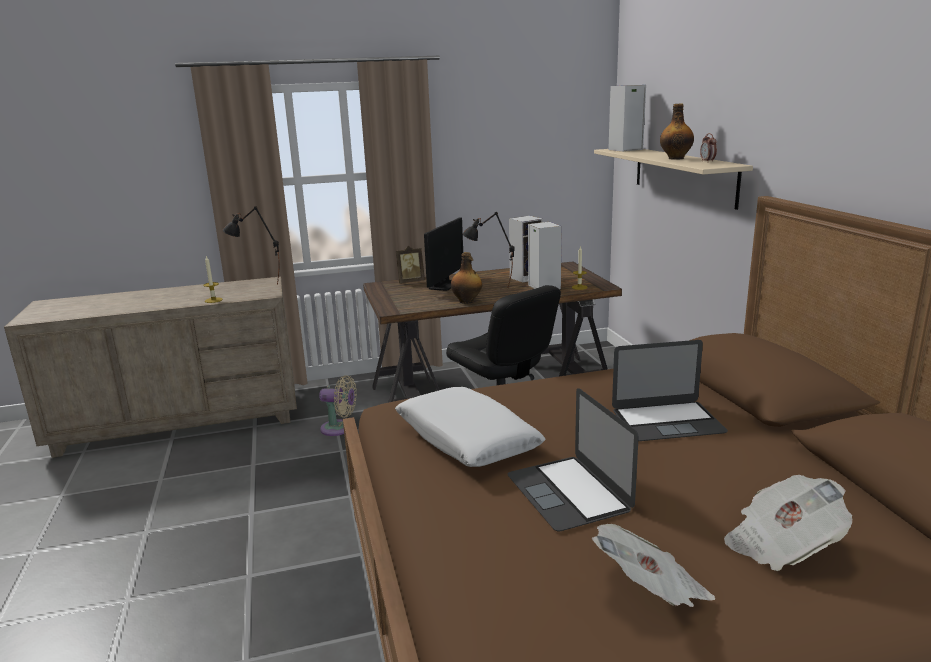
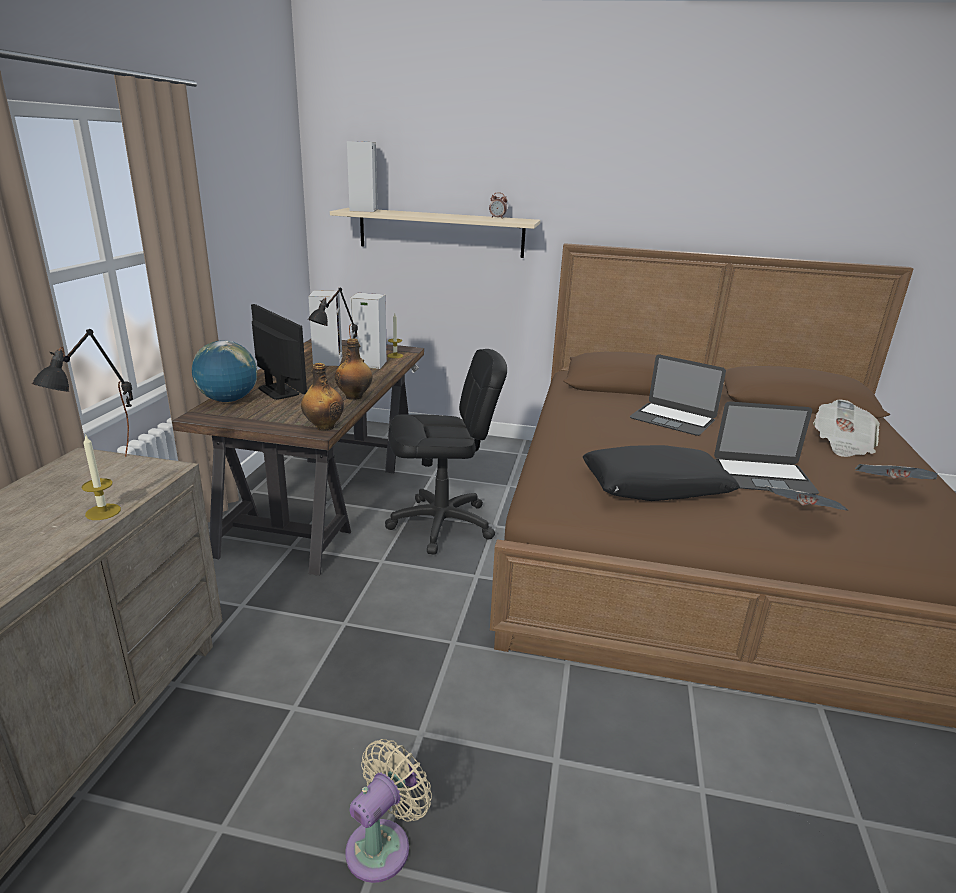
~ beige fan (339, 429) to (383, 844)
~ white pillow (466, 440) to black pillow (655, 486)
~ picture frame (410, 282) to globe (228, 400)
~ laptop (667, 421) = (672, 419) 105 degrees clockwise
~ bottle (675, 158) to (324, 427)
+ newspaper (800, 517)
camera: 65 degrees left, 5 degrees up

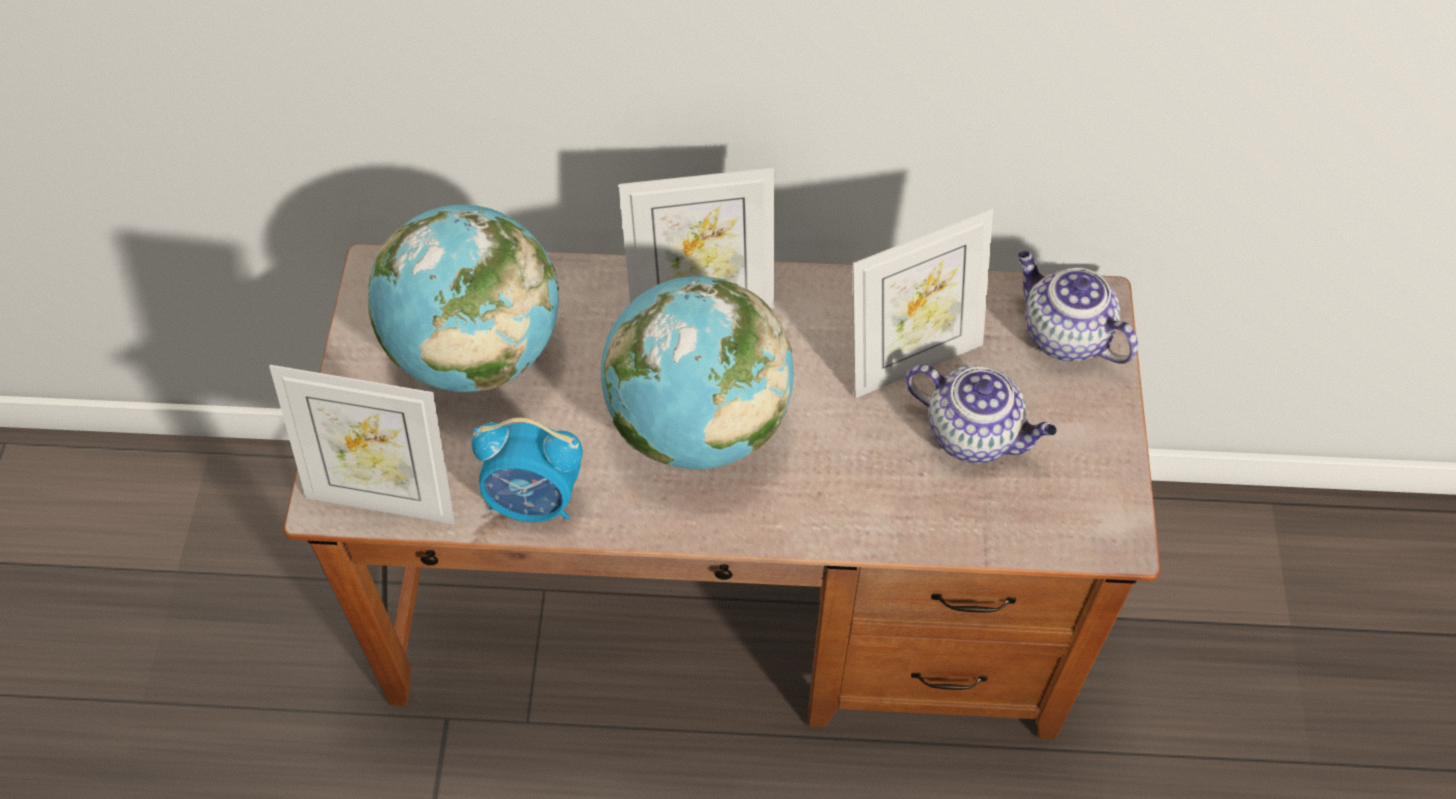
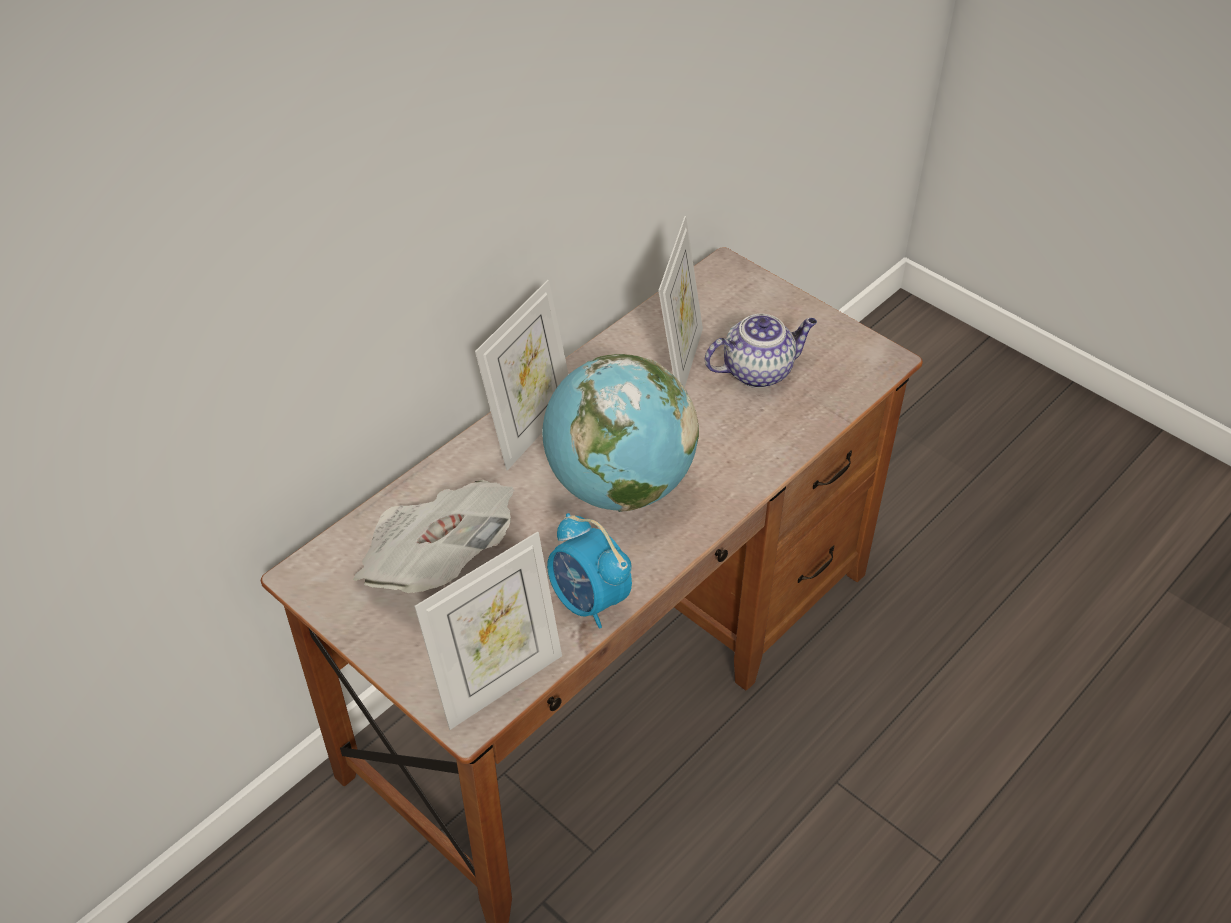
~ globe (476, 351) to newspaper (436, 562)
~ alarm clock (535, 500) = (589, 601) 90 degrees clockwise
- teapot (1063, 335)
camera: 50 degrees left, 10 degrees down

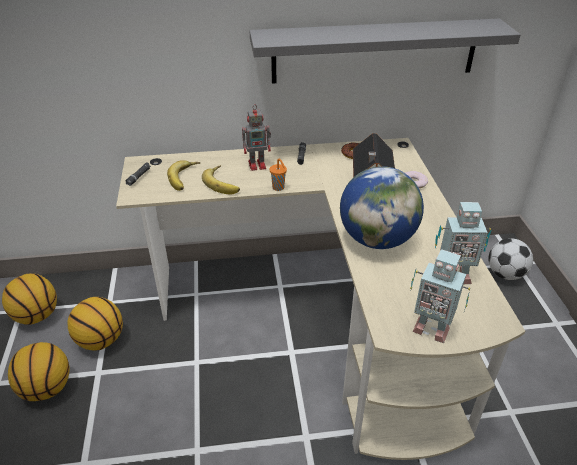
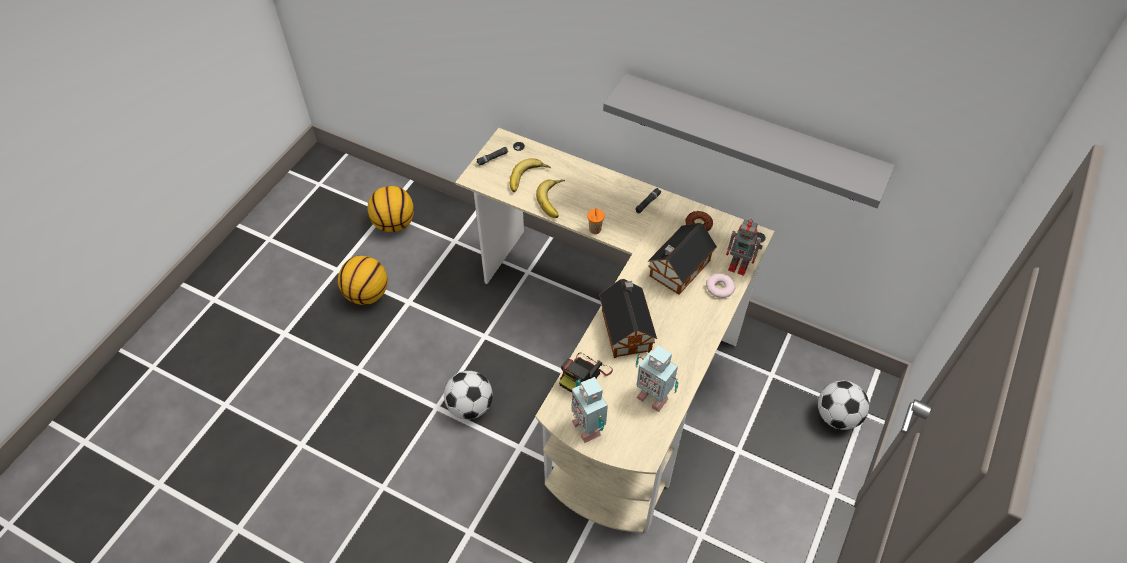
- basketball (101, 340)
~ toy robot (258, 165) to (740, 266)
~ globe (376, 239) to toy house (626, 328)
+ football (470, 406)
+ photo camera (584, 375)
camera: 35 degrees right, 15 degrees up

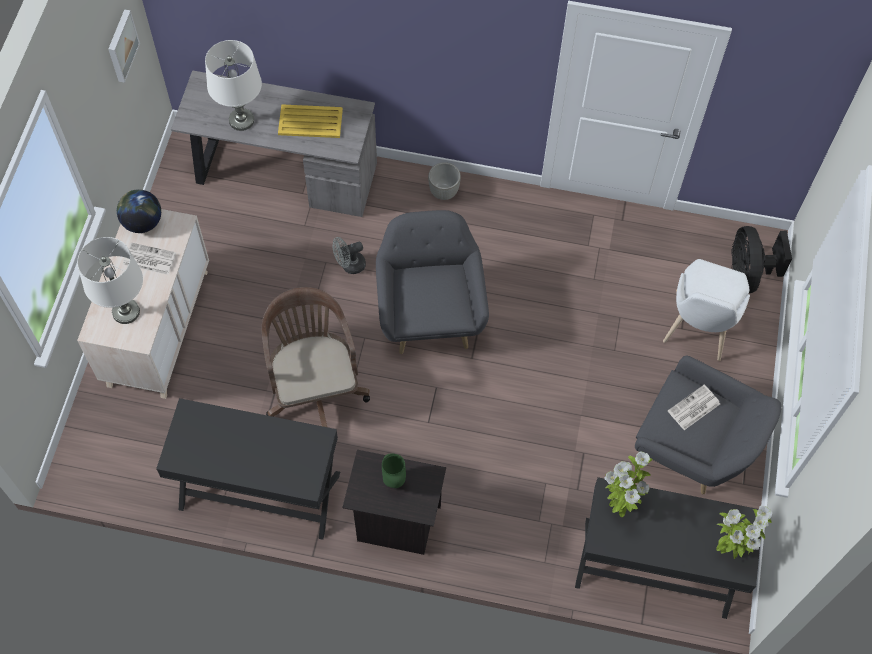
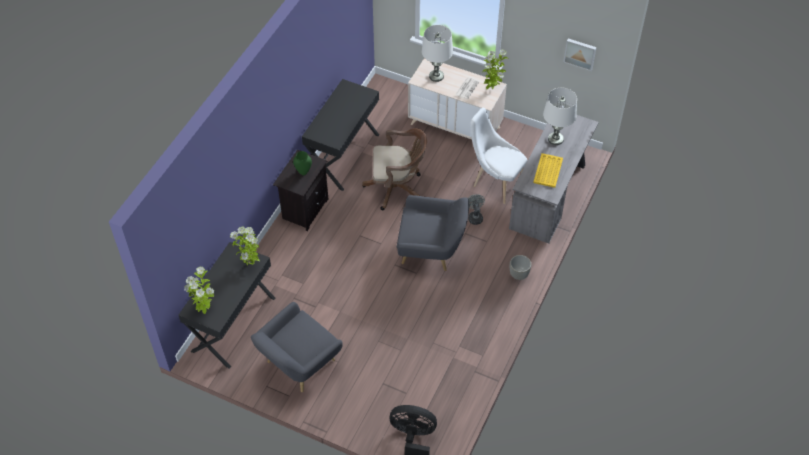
~ globe (142, 222) to potted plant (492, 88)
~ white chair (697, 330) to (495, 181)
- newspaper (693, 408)
camera: 105 degrees right, 10 degrees down

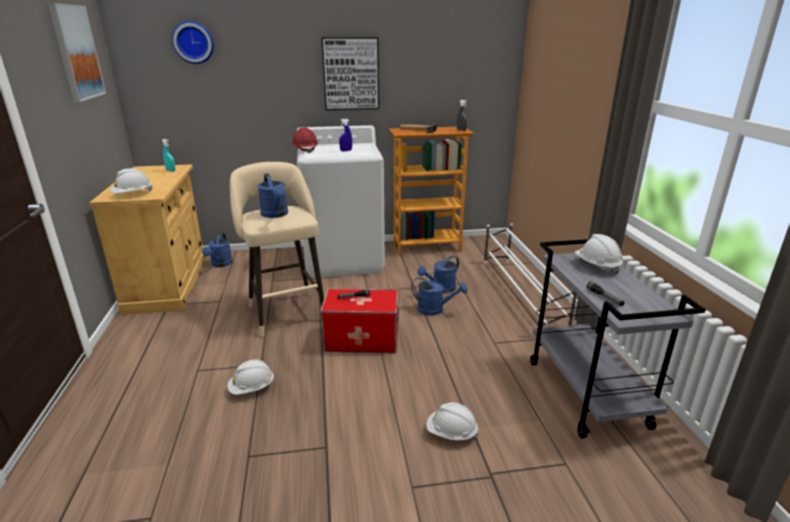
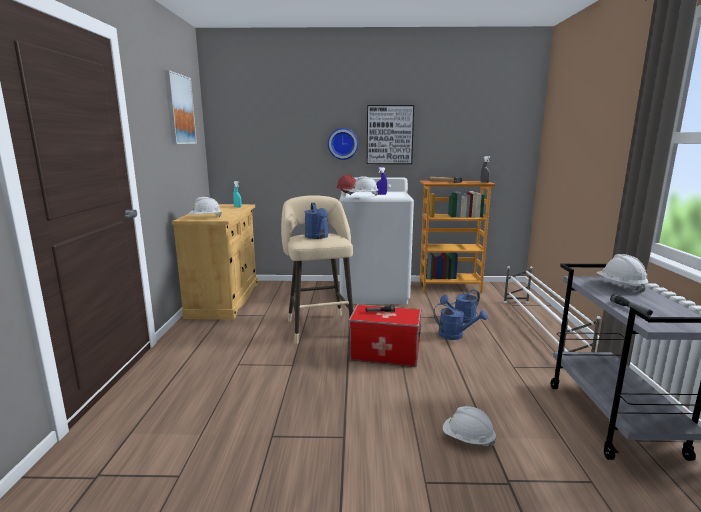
~ wall clock (194, 42) to (343, 144)
- blue watering can (220, 264)
~ white hard hat (252, 388) to (364, 196)
camera: 10 degrees right, 10 degrees down

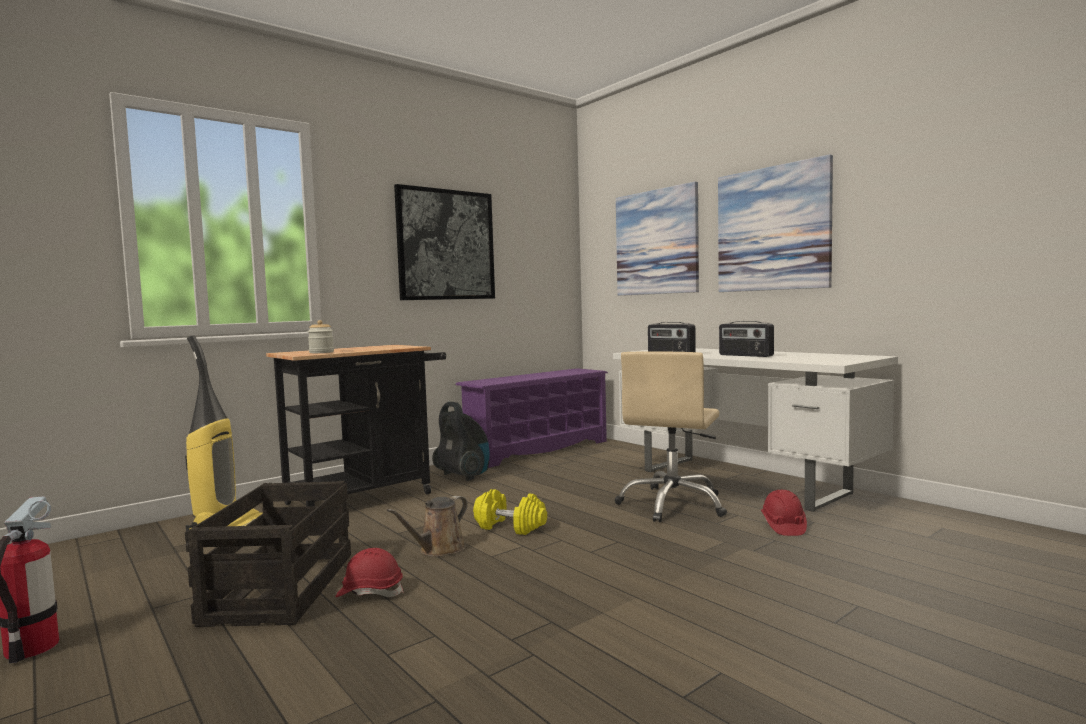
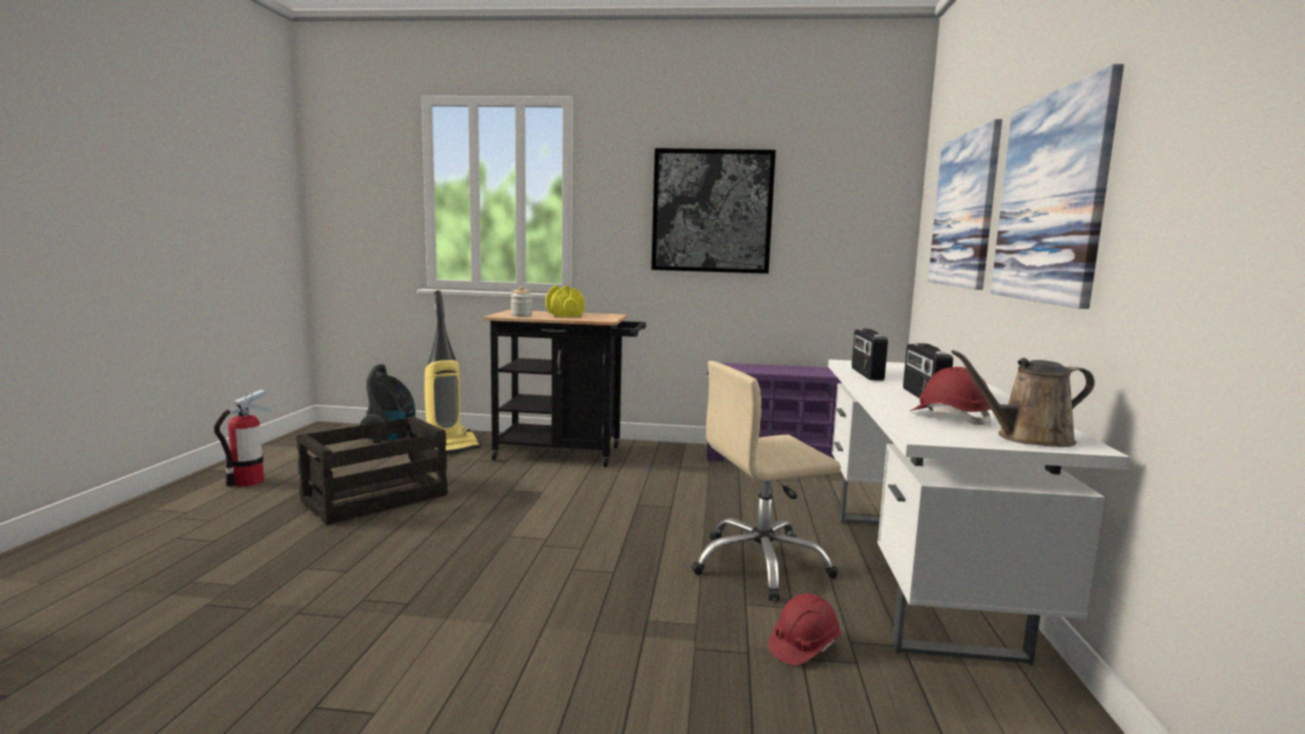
~ red hard hat (370, 592) to (950, 418)
~ brown watering can (438, 550) to (1028, 438)
~ vacuum cleaner (463, 475) to (391, 438)
~ yellow dumbbell (510, 526) to (564, 314)
camera: 45 degrees right, 5 degrees up

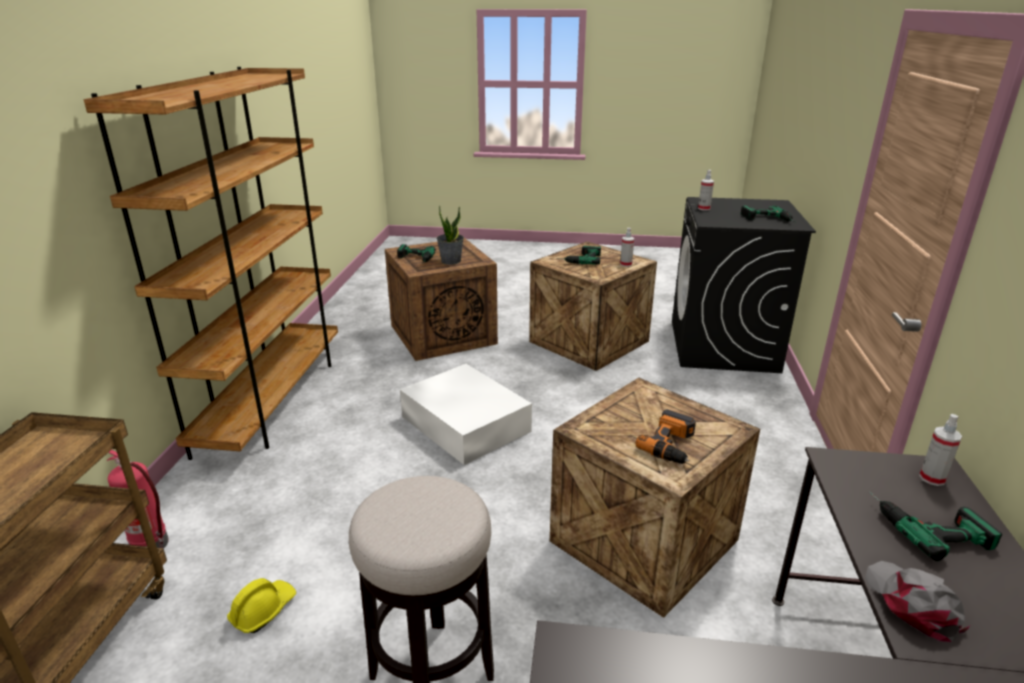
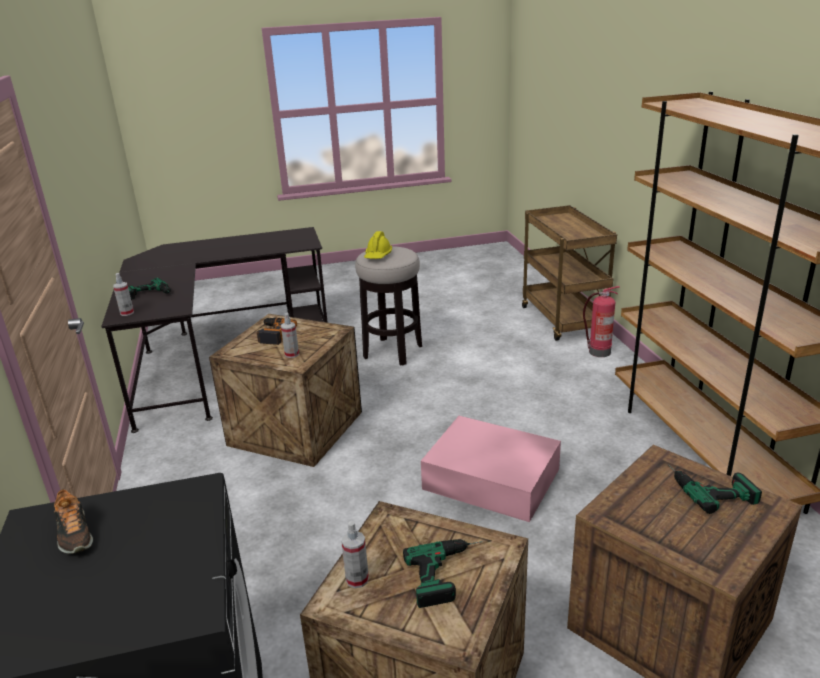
~ yellow hard hat (263, 610) to (378, 255)
~ white storage box (465, 423) to pink storage box (492, 480)
- potted plant (451, 261)
~ spray bottle (704, 208) to (292, 354)
~ power drill (769, 220) to shoe (74, 534)
- grey cap (913, 603)
camera: 160 degrees right, 0 degrees up

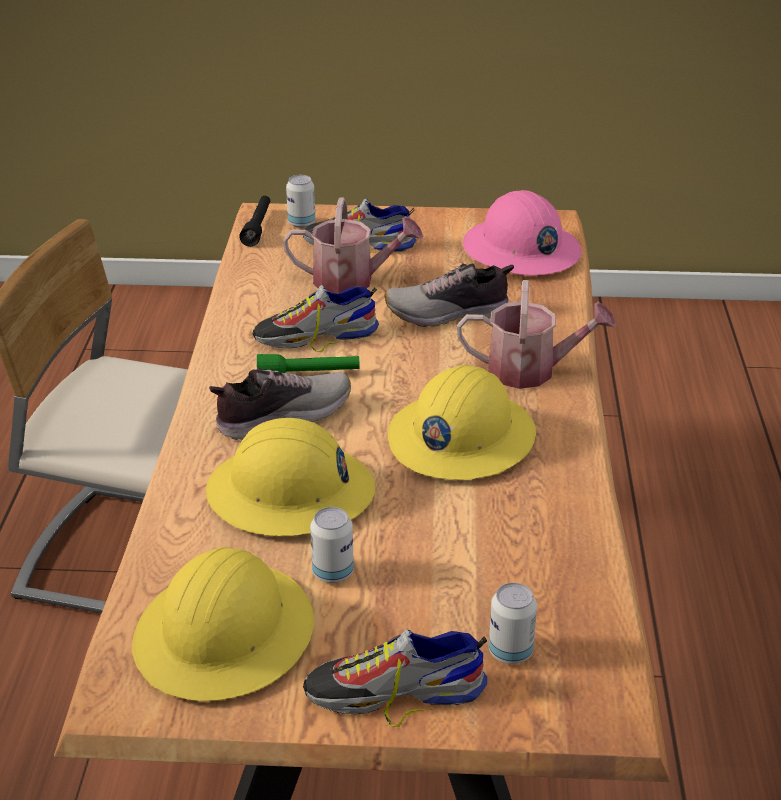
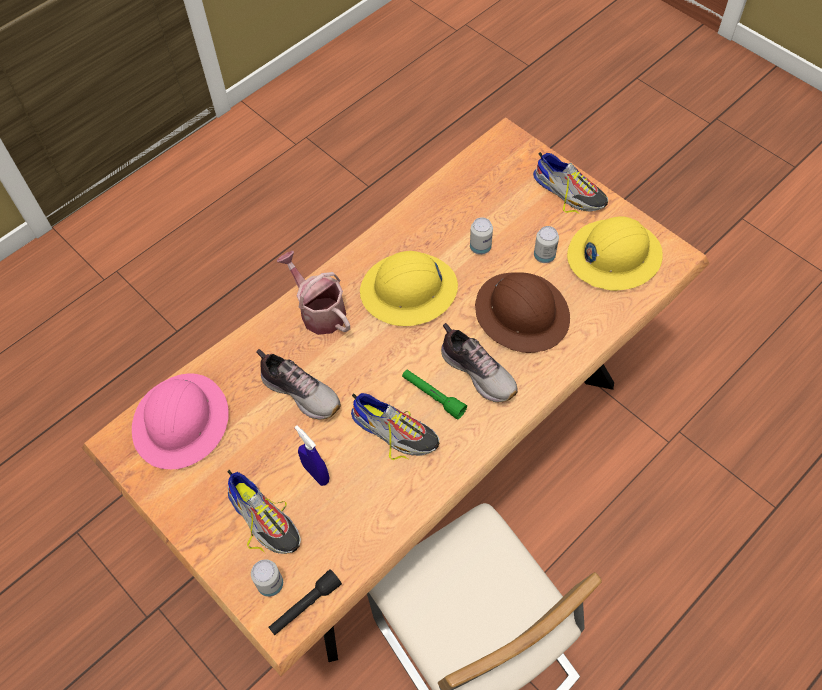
~ yellow hard hat (291, 493) to brown hard hat (522, 313)
~ shoe (281, 416) = (478, 371) 150 degrees counterclockwise
~ watering can (352, 281) to blue spray bottle (316, 473)
~ can (510, 652) to (480, 247)
camera: 135 degrees left, 25 degrees up

